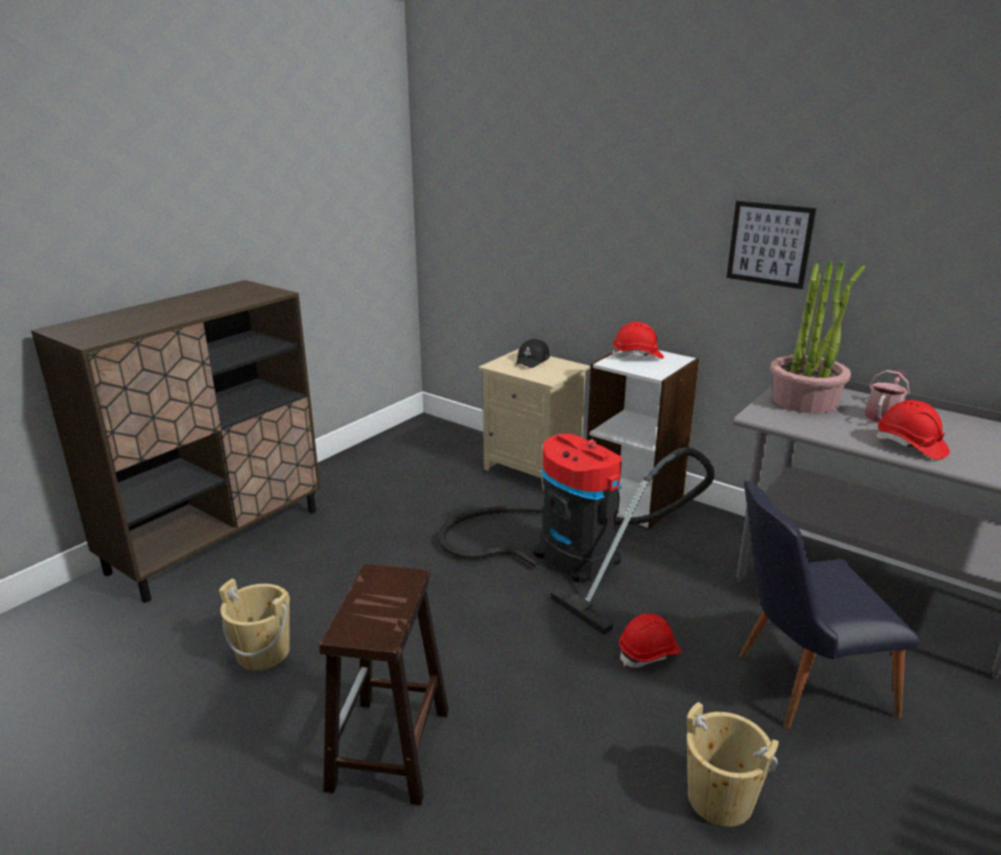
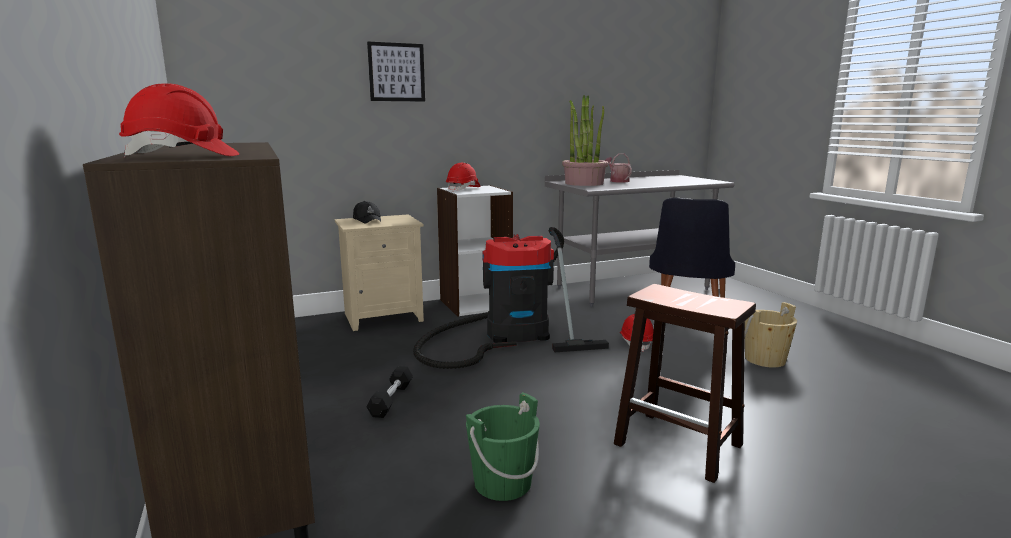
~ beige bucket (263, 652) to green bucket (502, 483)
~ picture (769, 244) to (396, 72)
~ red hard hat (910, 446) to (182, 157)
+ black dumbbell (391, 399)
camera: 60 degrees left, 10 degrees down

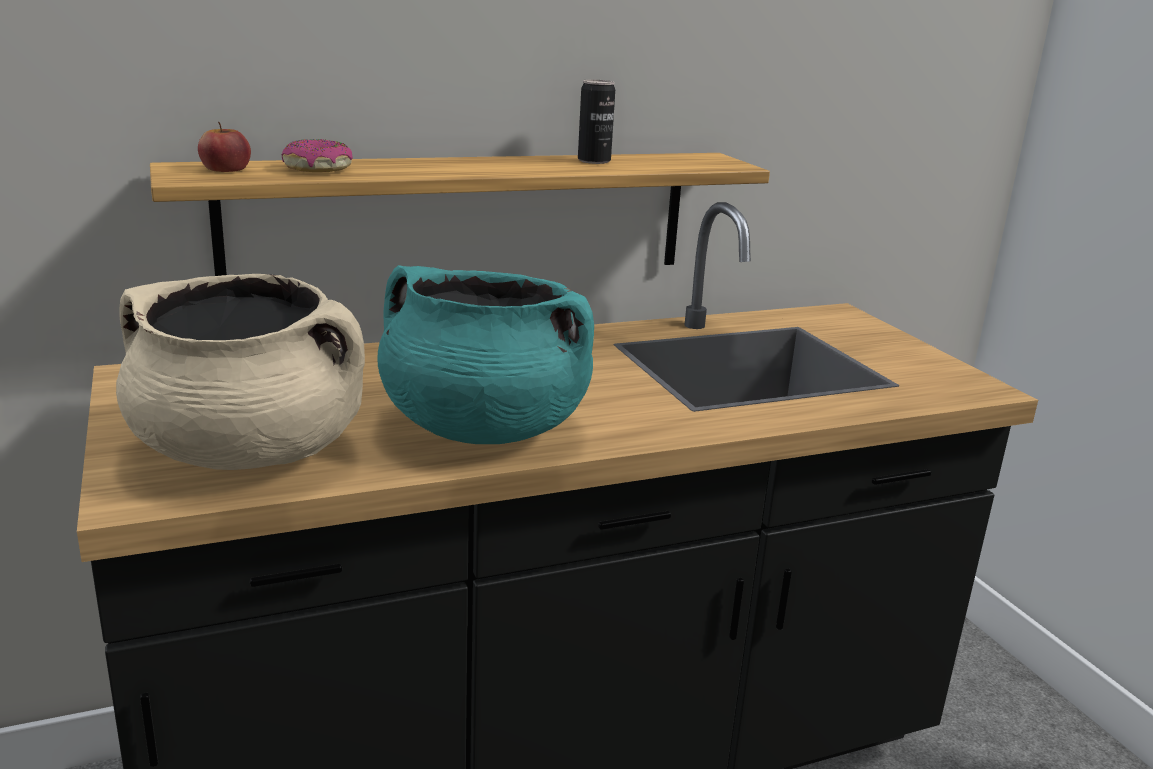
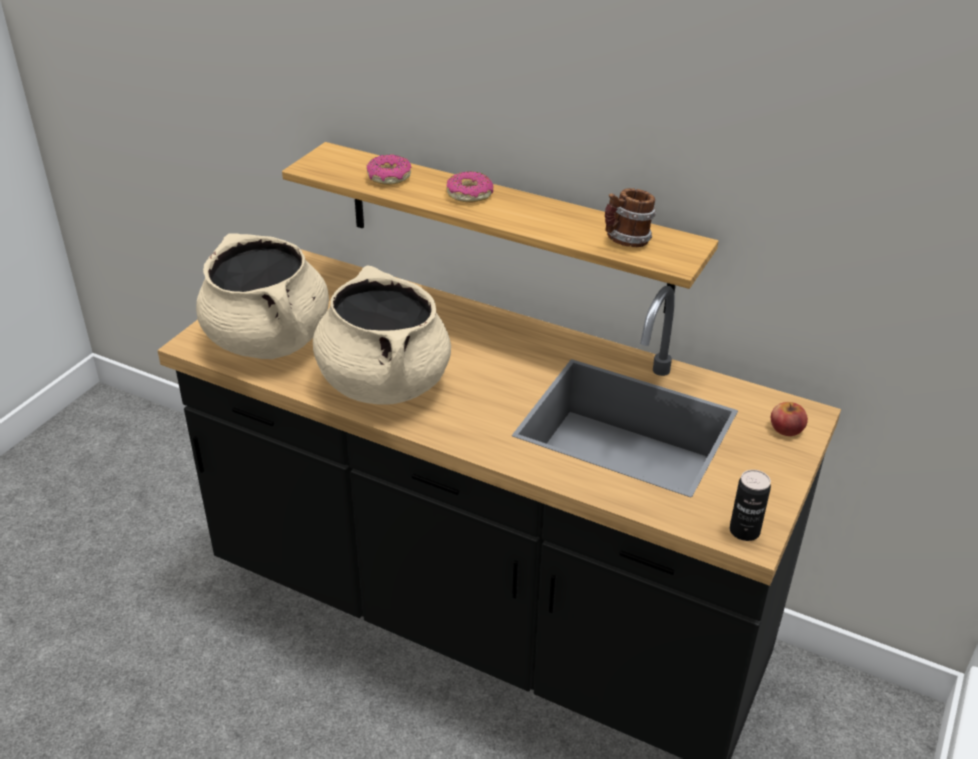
~ apple (226, 169) to (786, 428)
~ turquoise cooking pot (483, 428) to beige cooking pot (384, 383)
~ can (594, 161) to (744, 531)
+ donut (469, 194)
+ mug (626, 241)
camera: 50 degrees right, 15 degrees up

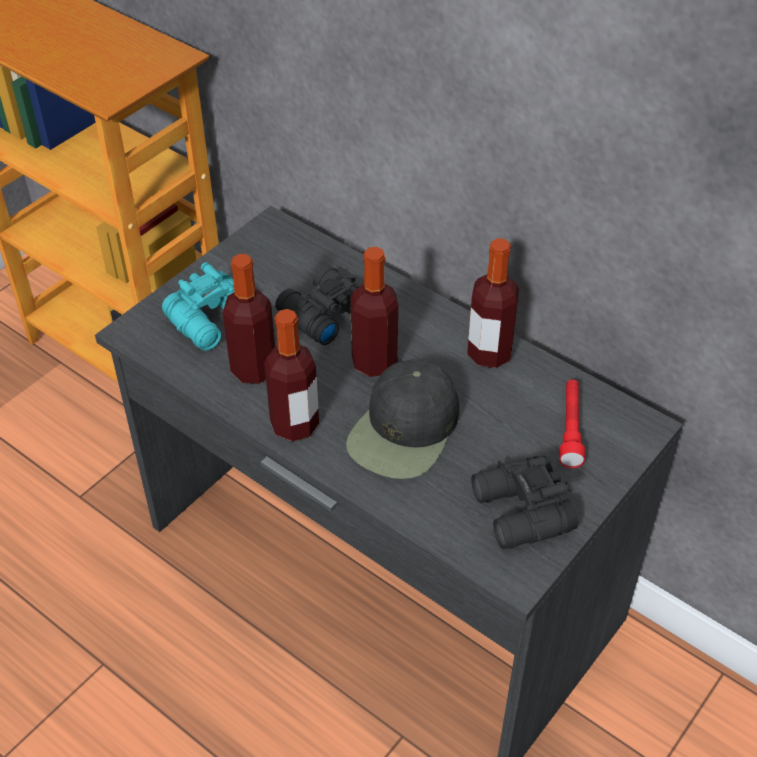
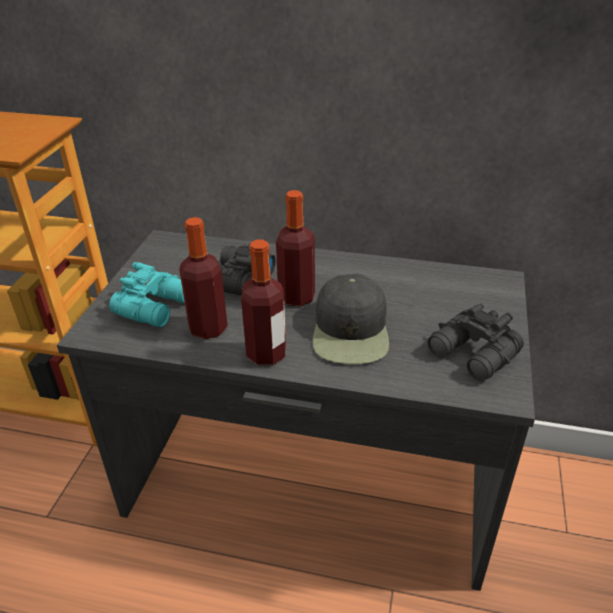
- bottle (489, 354)
- red flashlight (570, 429)
camera: 25 degrees left, 10 degrees down

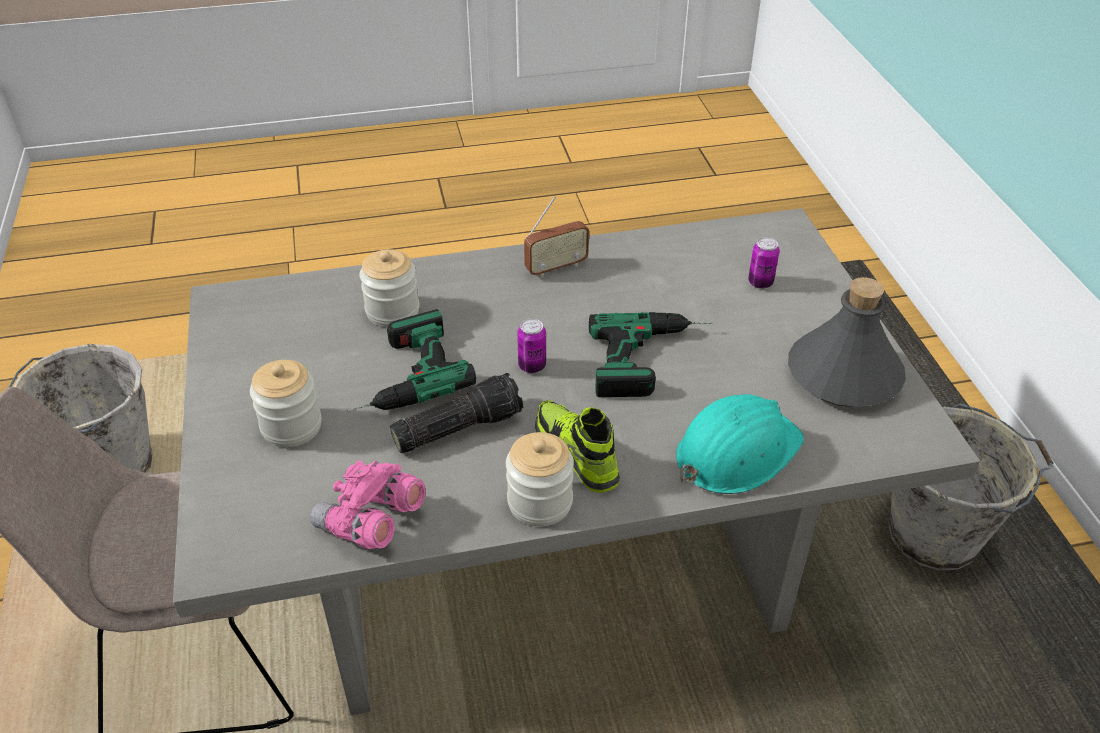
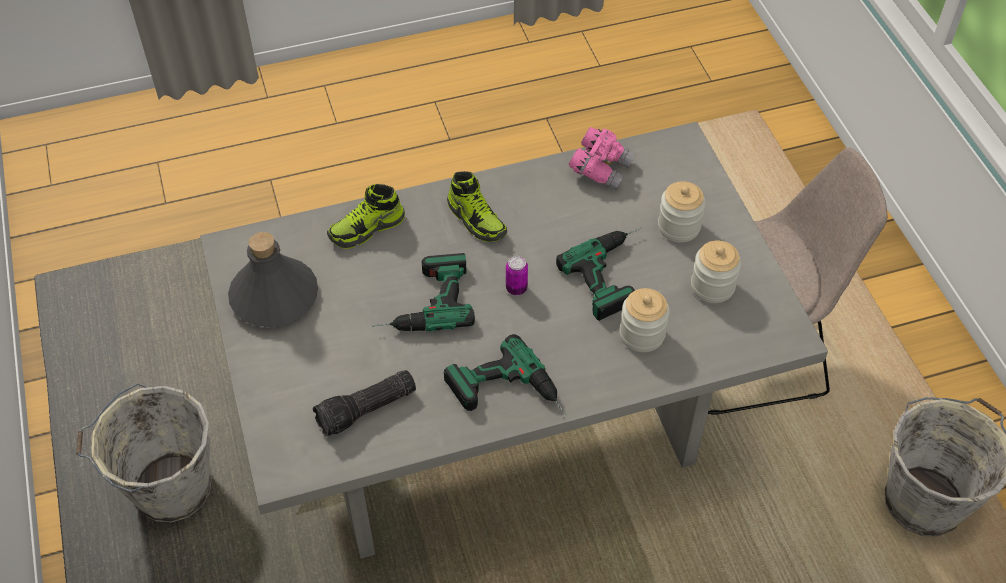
~ flashlight (458, 427) to (366, 411)
~ jar (540, 502) to (712, 286)
~ radio (556, 267) to power drill (508, 396)
~ turquoise hard hat (736, 452) to shoe (367, 229)
- can (760, 282)
camera: 175 degrees right, 10 degrees up

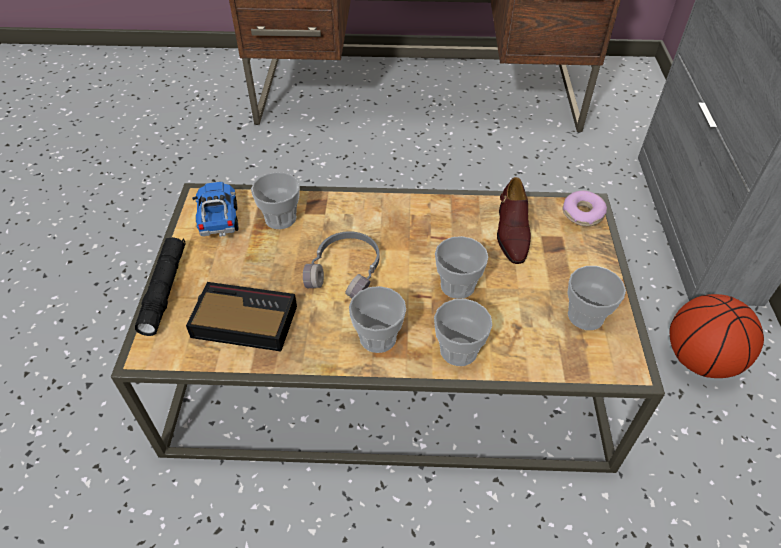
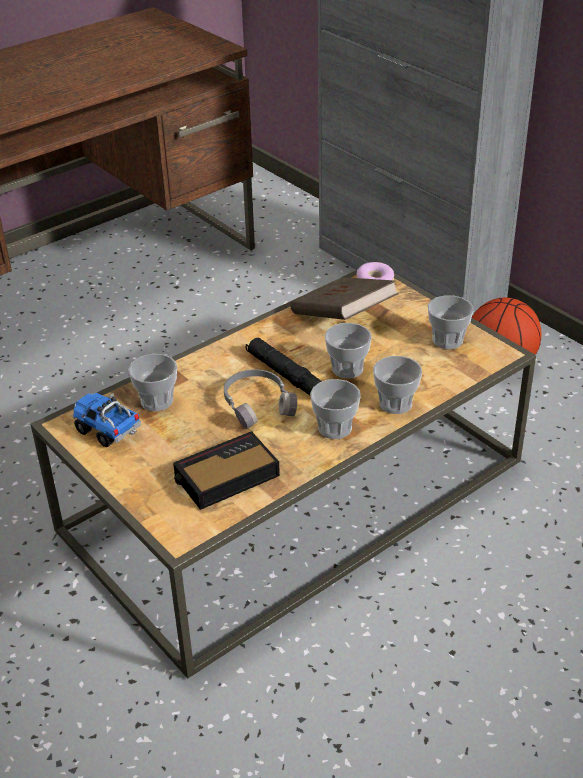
~ black flashlight (164, 289) to (285, 374)
~ brown shoe (511, 233) to brown book (342, 318)
camera: 40 degrees left, 10 degrees down

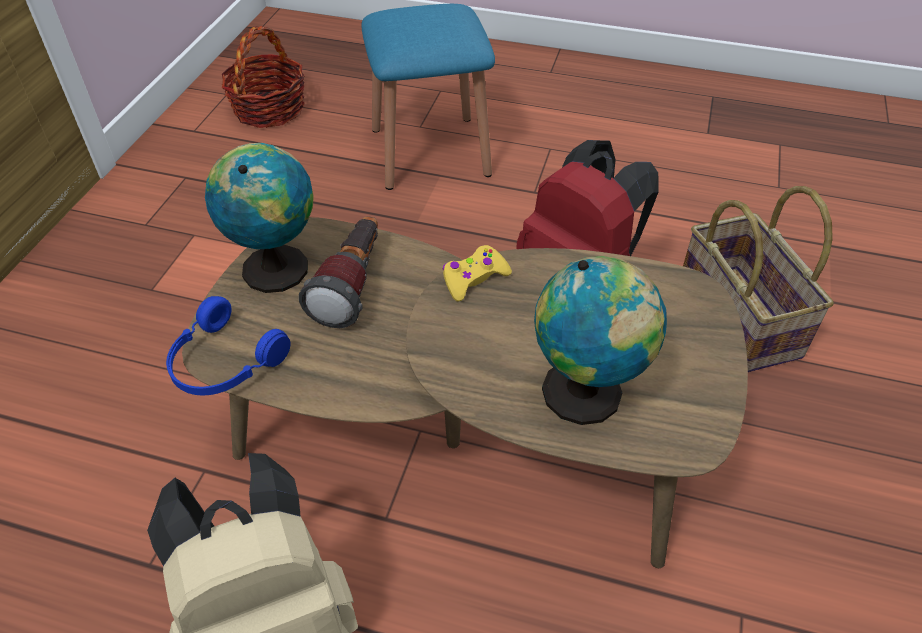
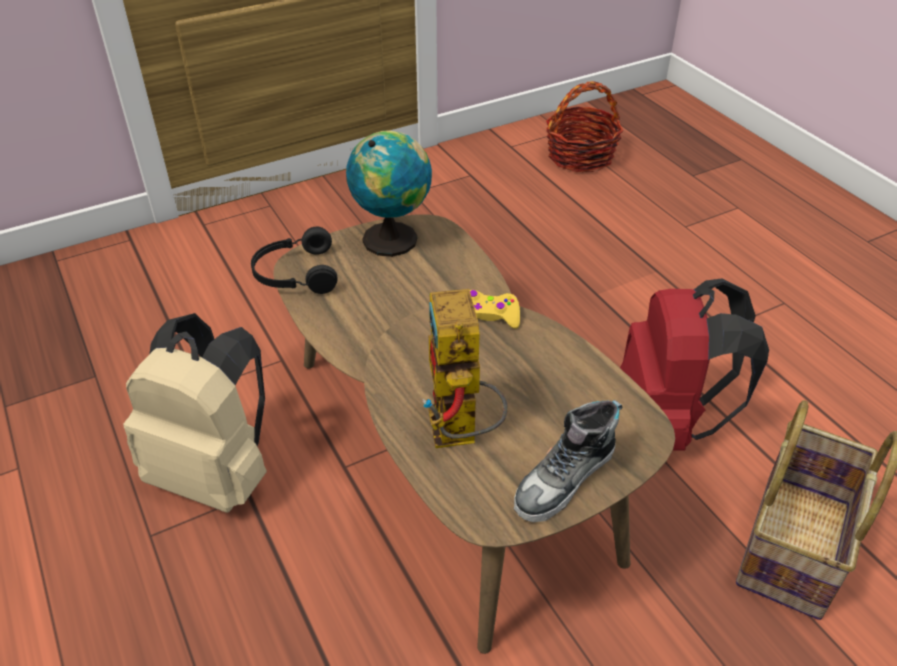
~ blue headphones (223, 363) to black headphones (295, 274)
- flashlight (353, 285)
- blue stool (430, 151)
~ globe (587, 394) to toy robot (460, 435)
+ shoe (565, 479)
camera: 45 degrees right, 5 degrees down

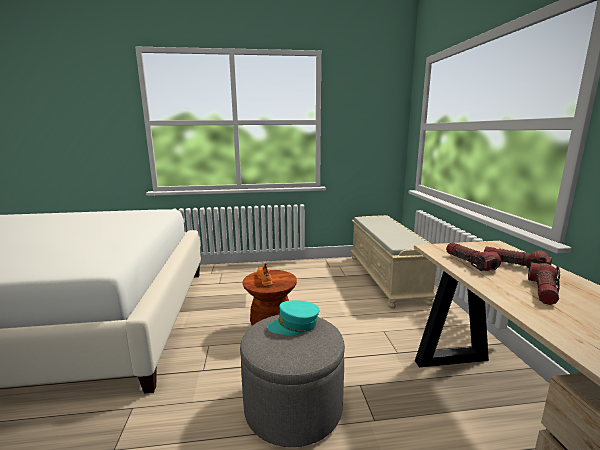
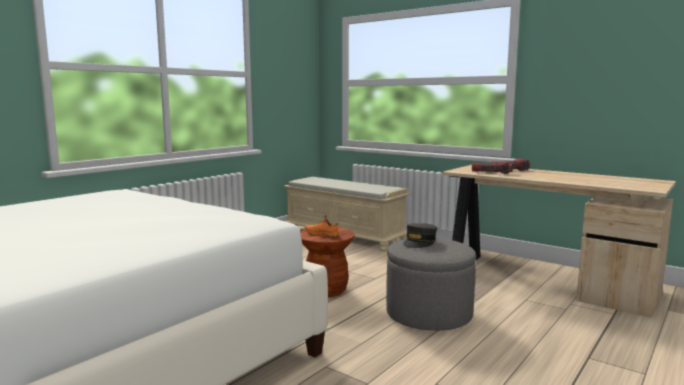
~ turquoise cap (294, 325) to grey cap (419, 242)
- flashlight (543, 291)
camera: 45 degrees left, 5 degrees down

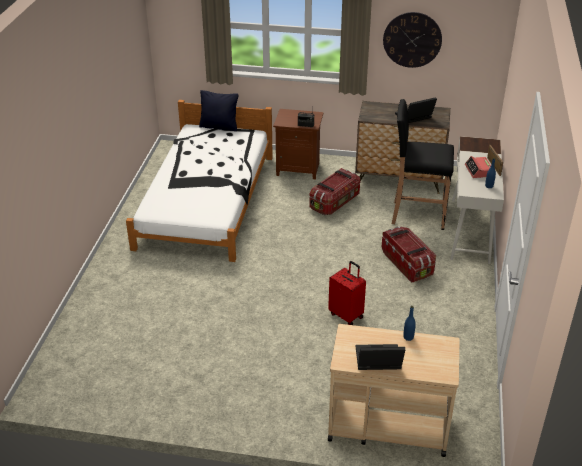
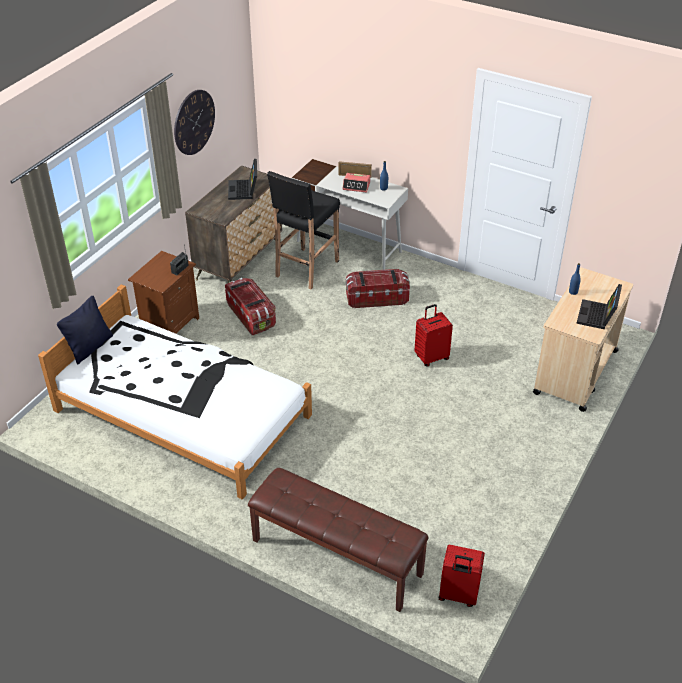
+ brown bench (336, 557)
+ red suitcase (458, 595)
camera: 70 degrees left, 5 degrees up

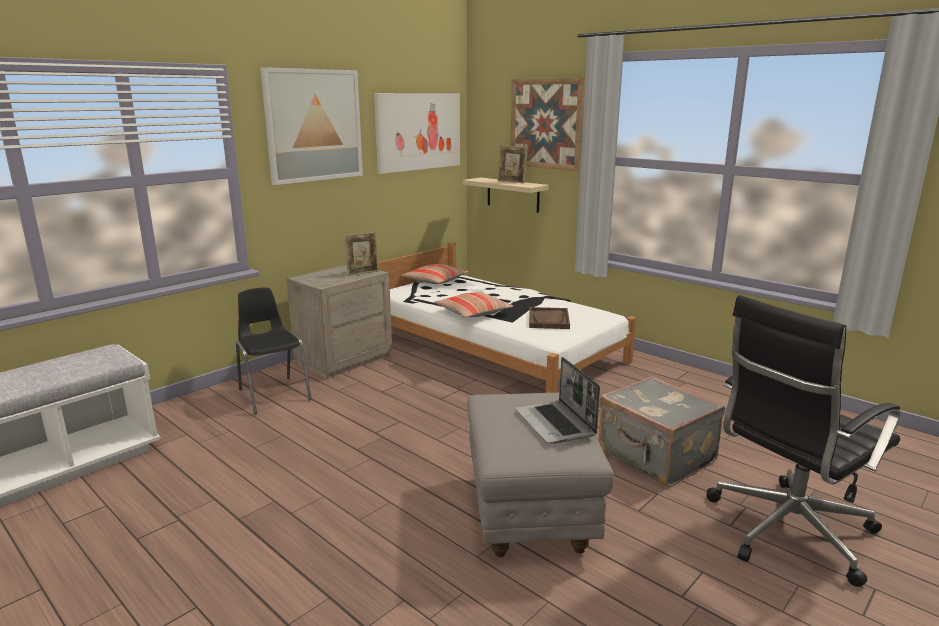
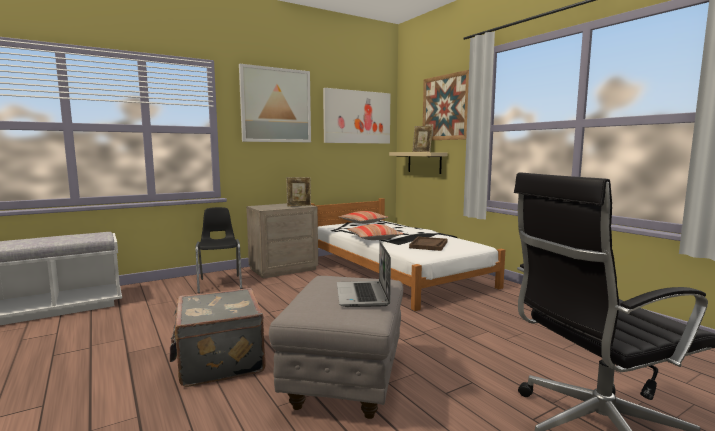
~ grey suitcase (655, 457) to (219, 361)
camera: 15 degrees right, 10 degrees down

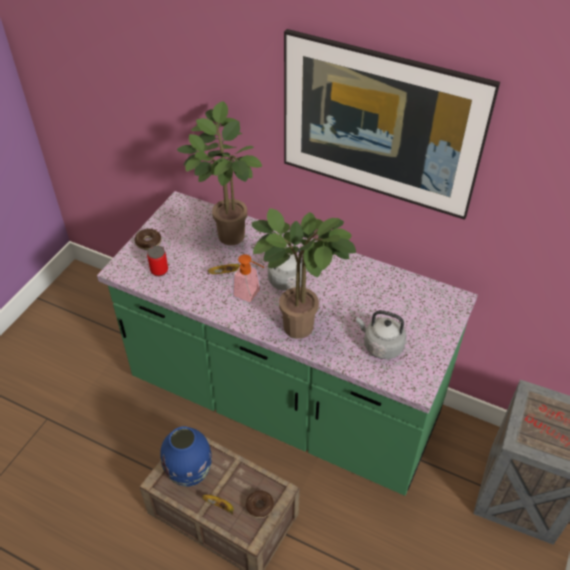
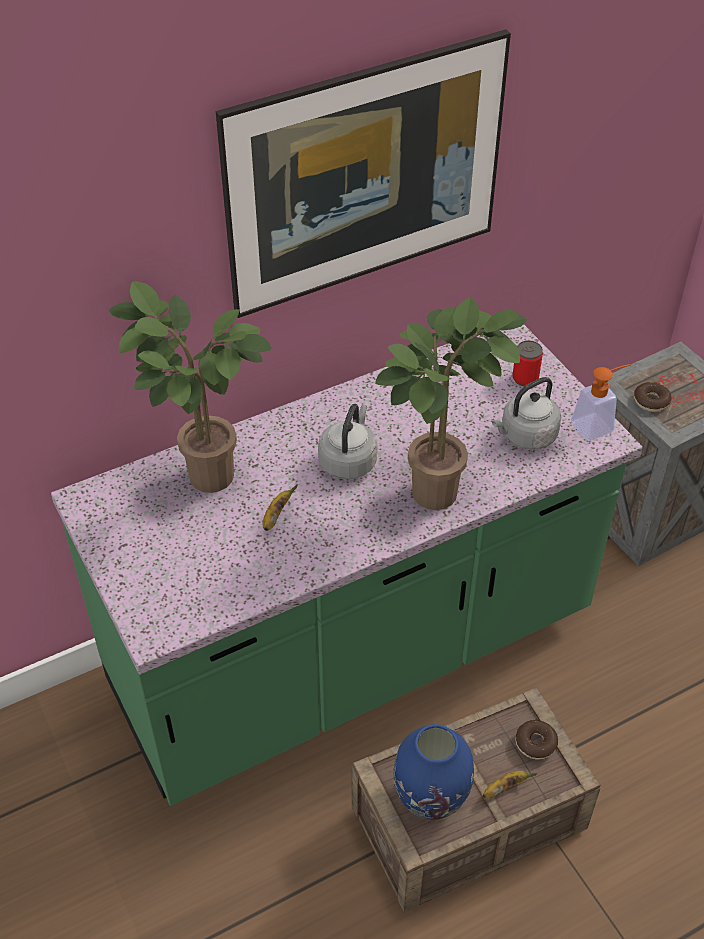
~ donut (148, 242) to (651, 401)
~ can (159, 270) to (525, 378)
~ soap dispenser (251, 295) to (598, 425)
camera: 55 degrees left, 0 degrees up

